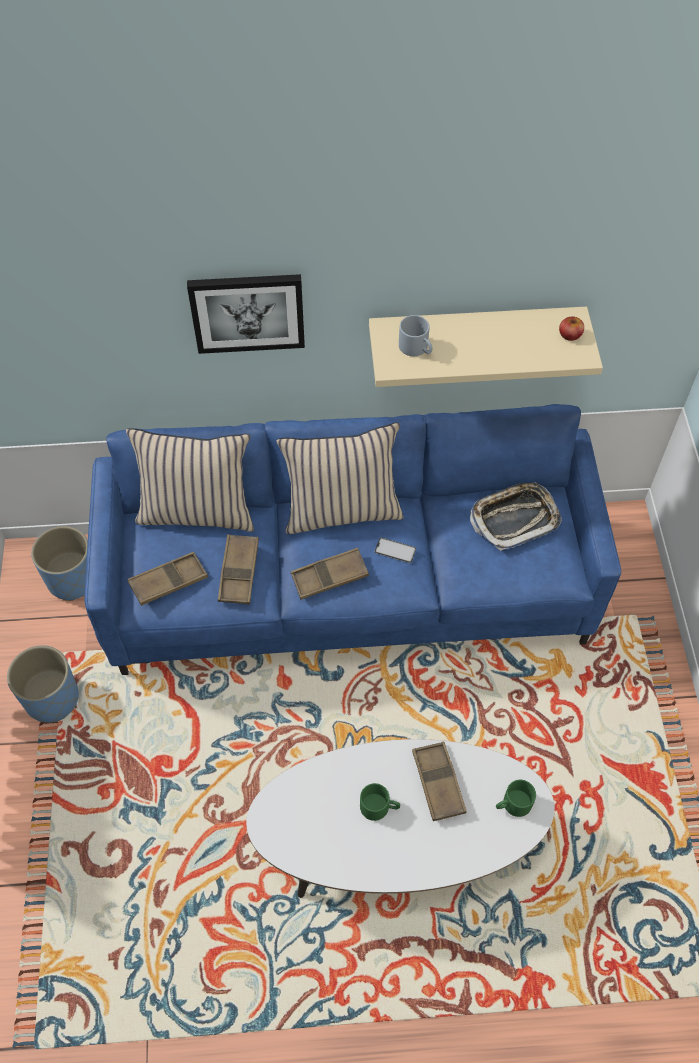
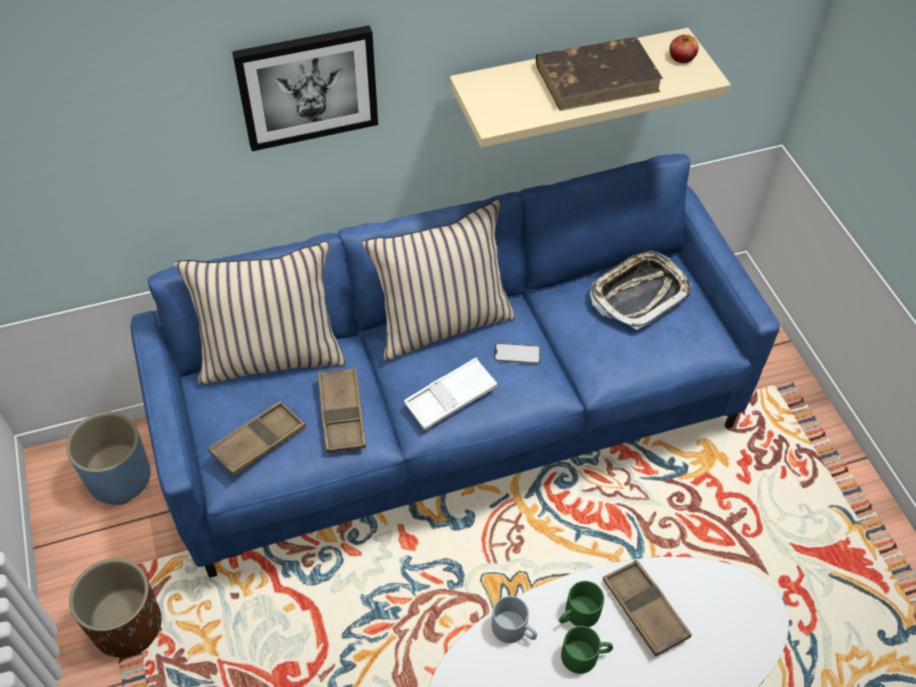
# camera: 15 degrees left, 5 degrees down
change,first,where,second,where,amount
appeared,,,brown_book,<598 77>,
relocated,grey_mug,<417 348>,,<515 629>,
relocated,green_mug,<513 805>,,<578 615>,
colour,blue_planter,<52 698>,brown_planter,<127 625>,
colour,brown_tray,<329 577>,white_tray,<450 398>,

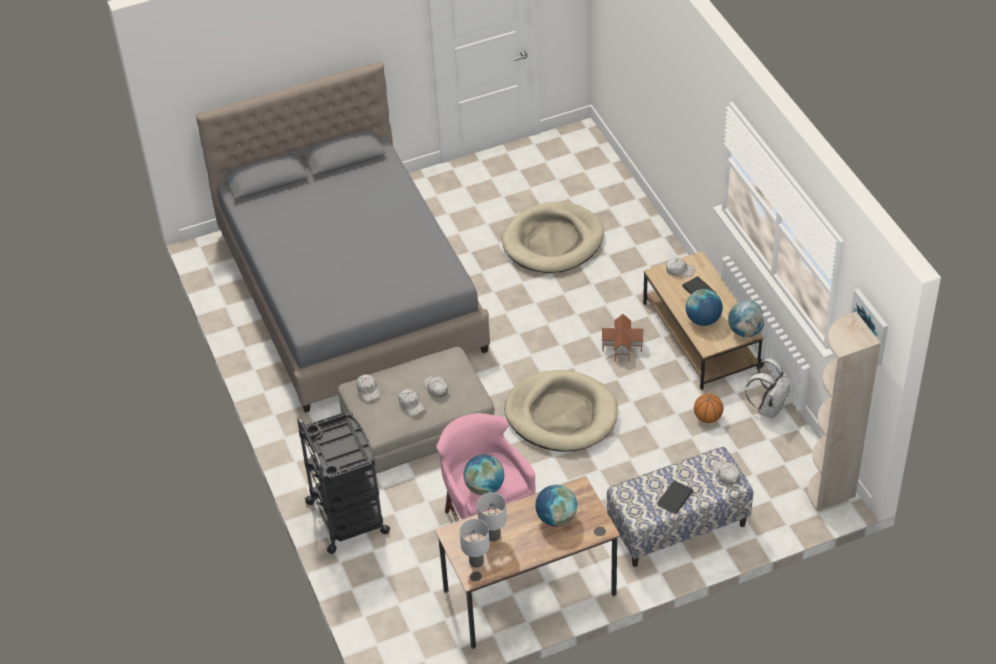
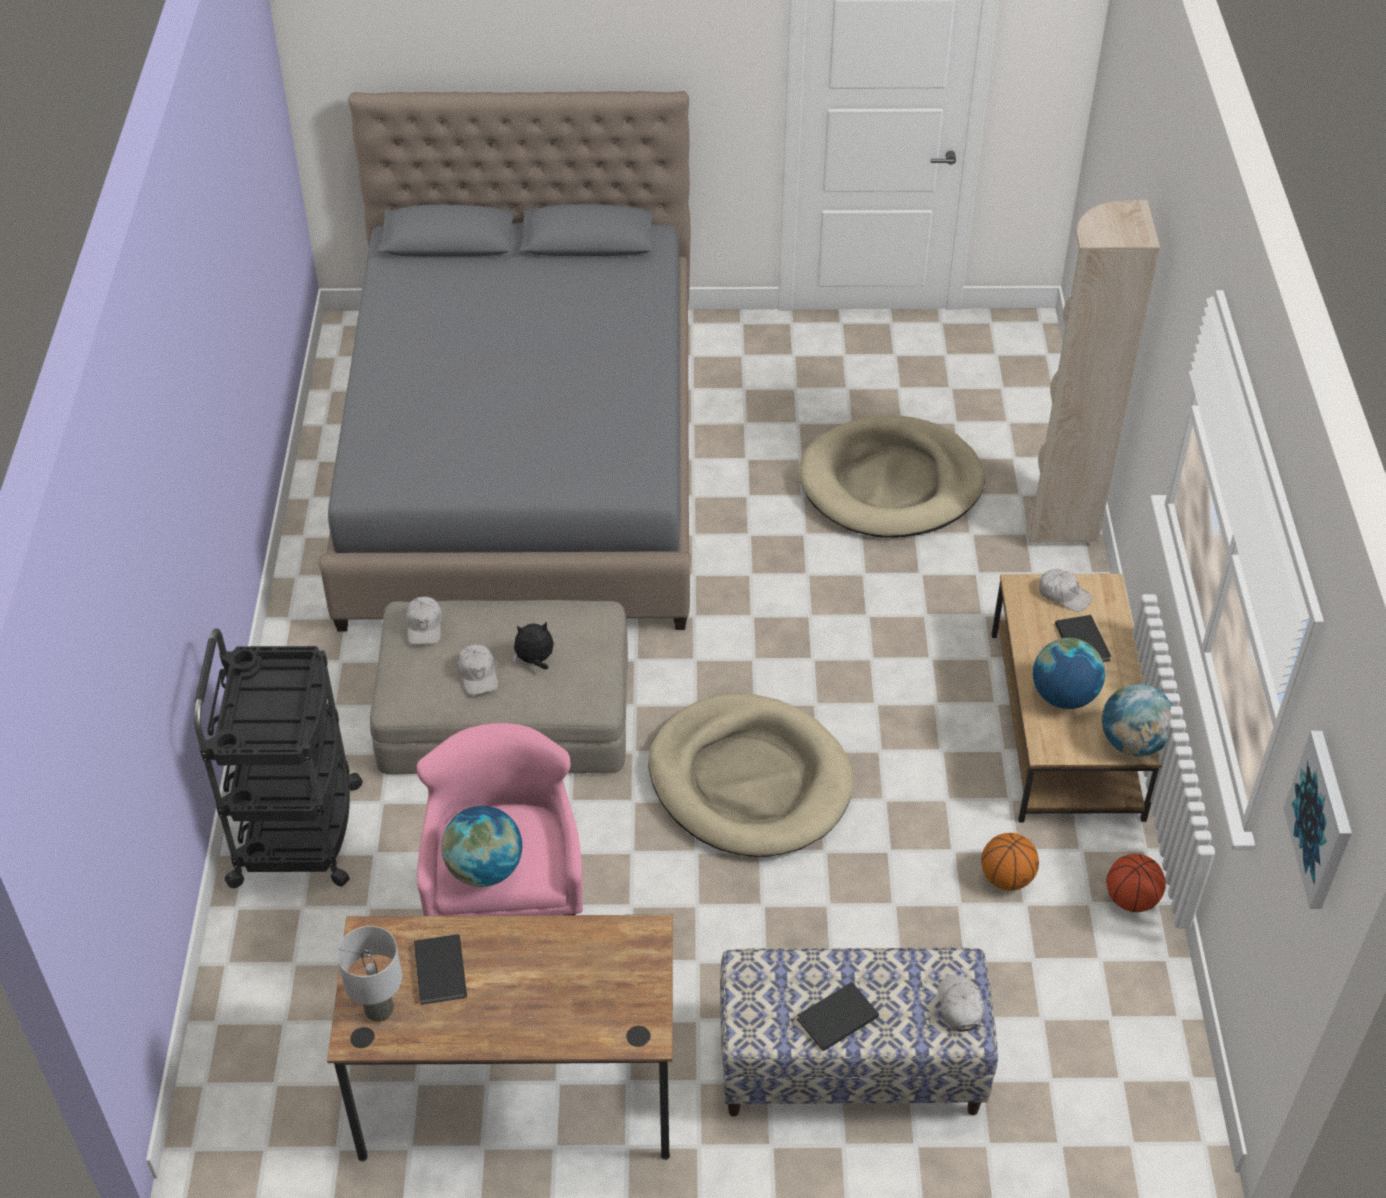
# camera: 20 degrees right, 0 degrees up
change,first,where,second,where,amount
missing,globe,<556 518>,,,
missing,toy_house,<622 347>,,,
relocated,beige_bookcase,<827 493>,,<1060 526>,
exchanged,white_cap,<436 388>,plush_toy,<535 660>,
exchanged,white_table_lamp,<493 537>,black_book,<438 972>,
exchanged,white_backpack,<769 407>,basketball,<1131 900>,

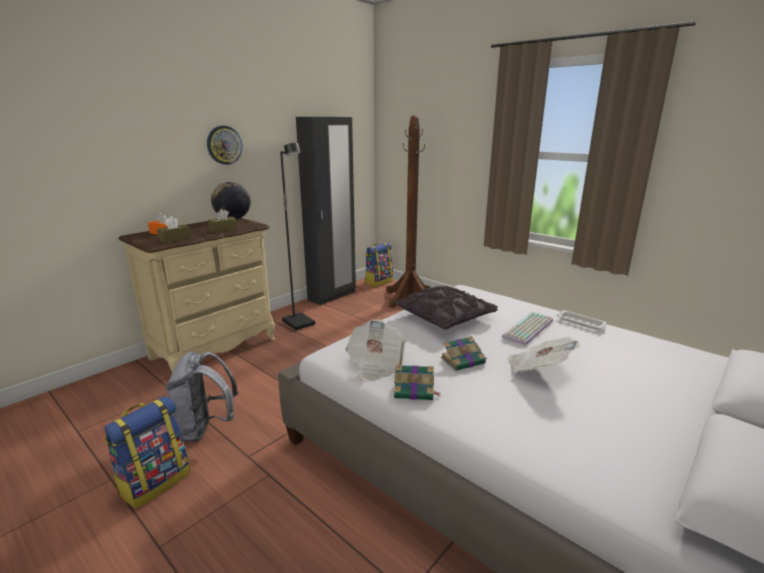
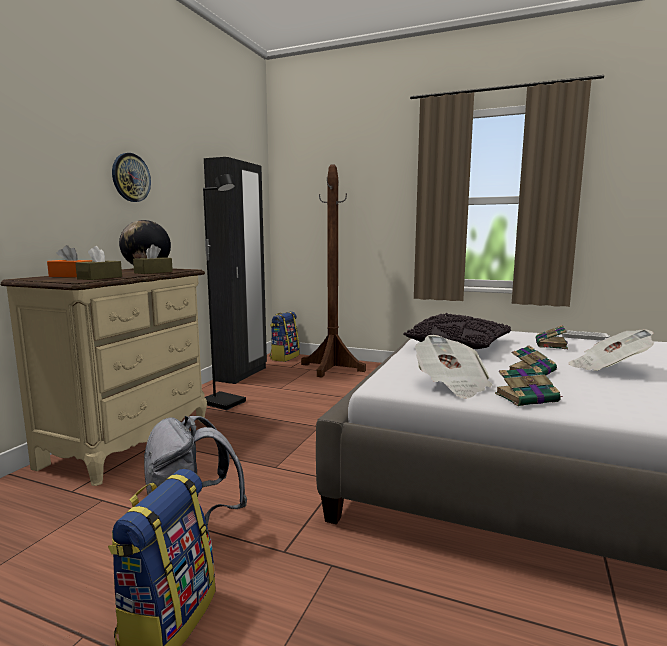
# camera: 20 degrees left, 10 degrees down
change,first,where,second,where,amount
exchanged,keyboard,<529 329>,book,<551 345>,

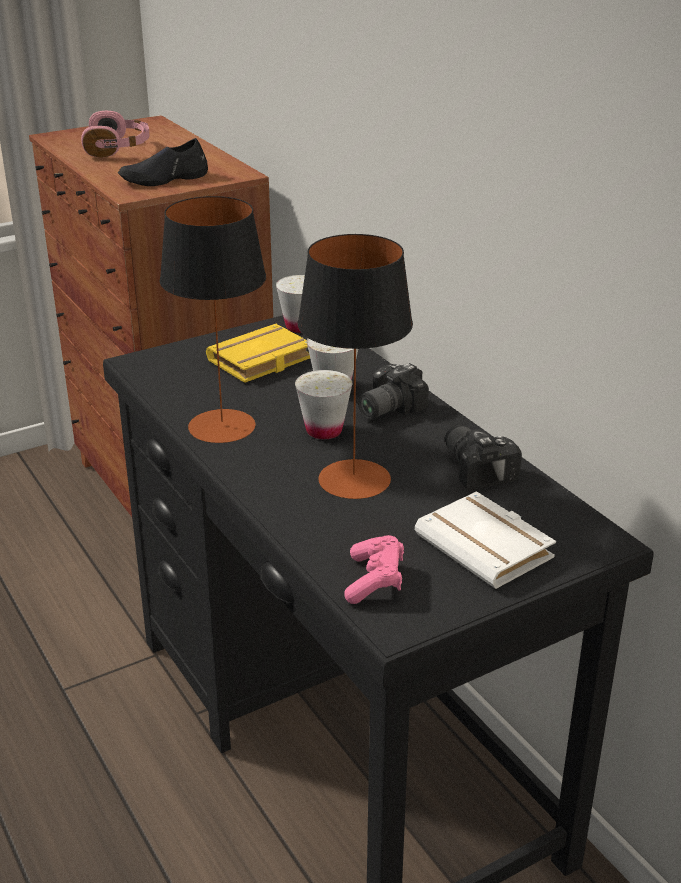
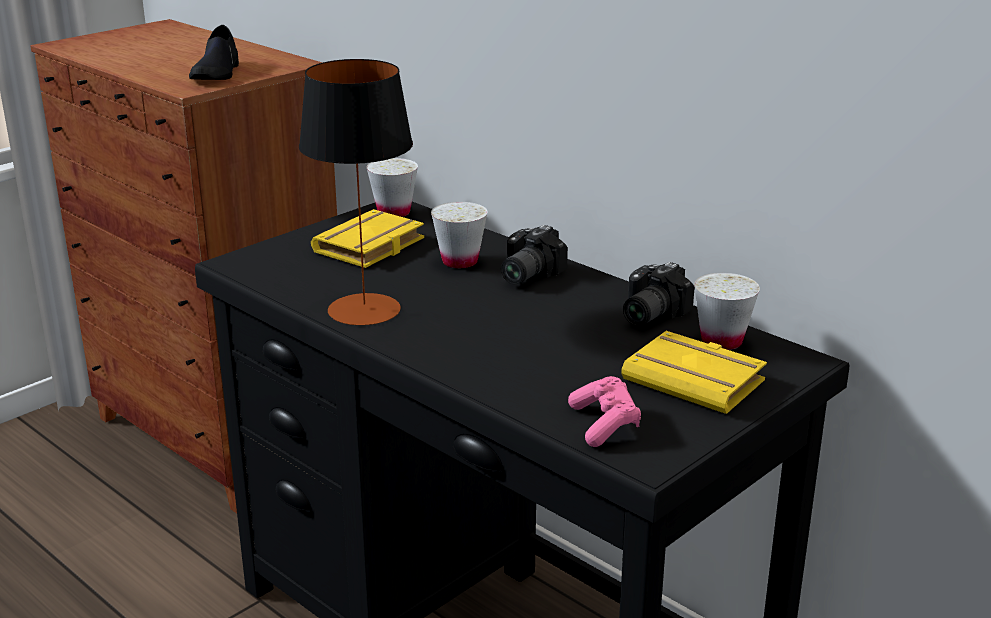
# camera: 15 degrees left, 5 degrees down
change,first,where,second,where,amount
missing,pink_headphones,<118 148>,,,
missing,table_lamp,<354 479>,,,
relocated,white_cup,<324 431>,,<721 341>,
colour,white_book,<488 547>,yellow_book,<697 380>,
spun,black_shoe,<164 179>,,<216 73>,45 degrees counterclockwise
spun,photo_camera,<479 467>,,<647 314>,105 degrees counterclockwise

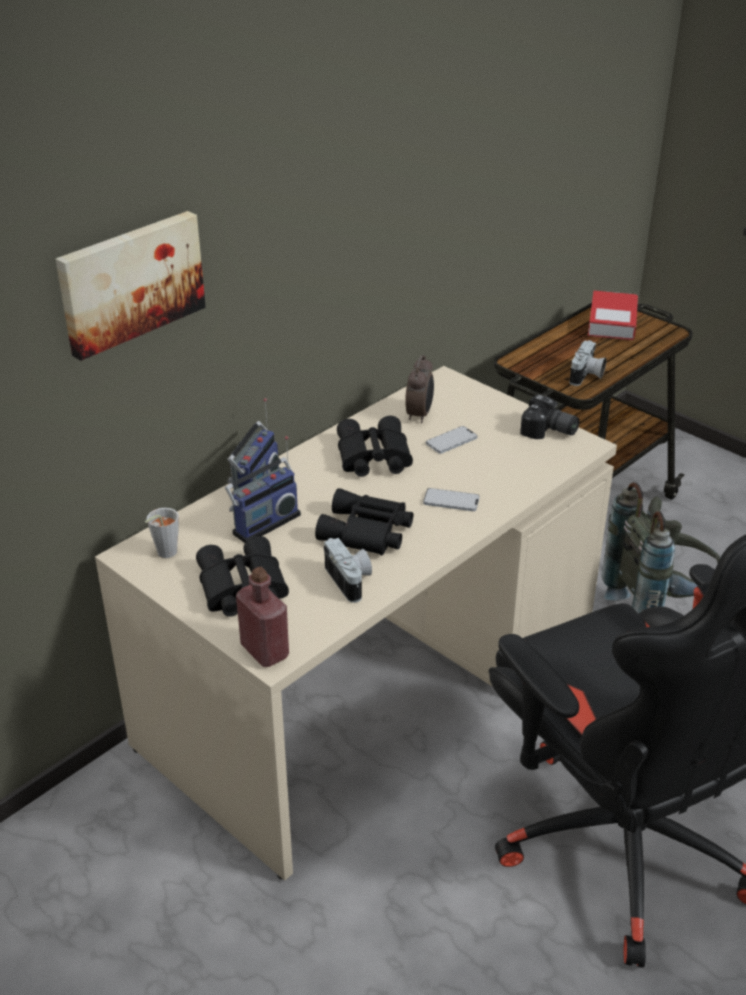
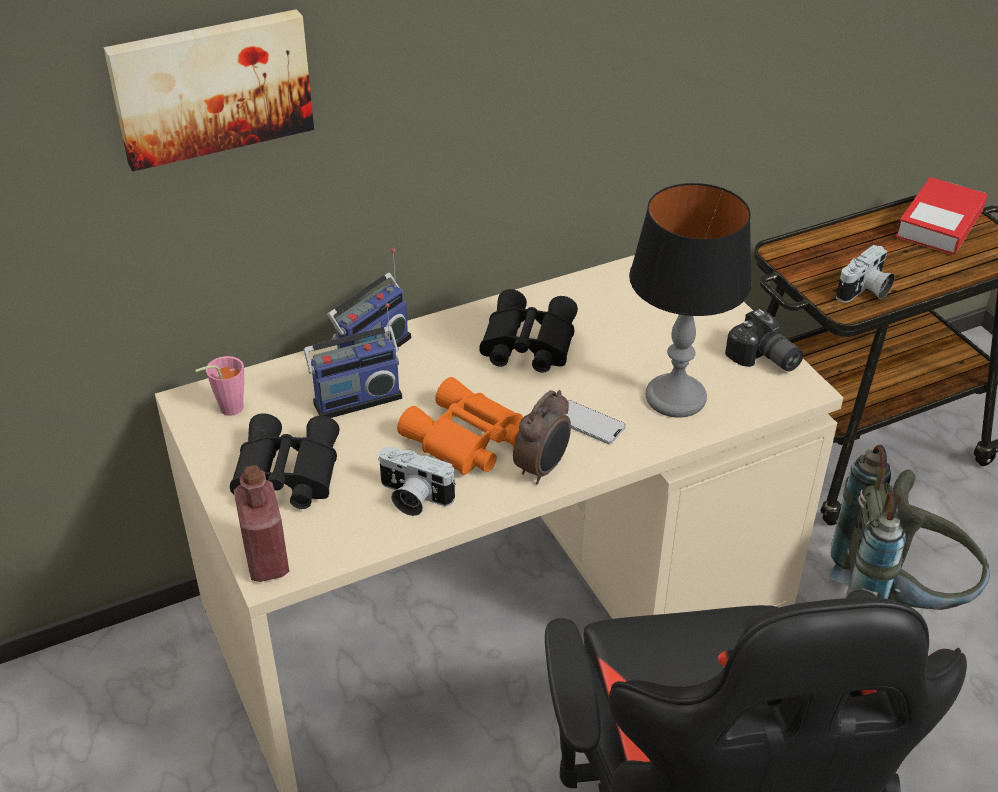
# camera: 20 degrees right, 5 degrees up
change,first,where,second,where,amount
missing,phone,<451 441>,,,
appeared,,,table_lamp,<675 398>,
relocated,alarm_clock,<420 415>,,<542 469>,
colour,grey_cup,<163 554>,pink_cup,<226 409>,
colour,black_binoculars,<366 533>,orange_binoculars,<465 441>,
spun,photo_camera,<351 581>,,<412 498>,120 degrees clockwise

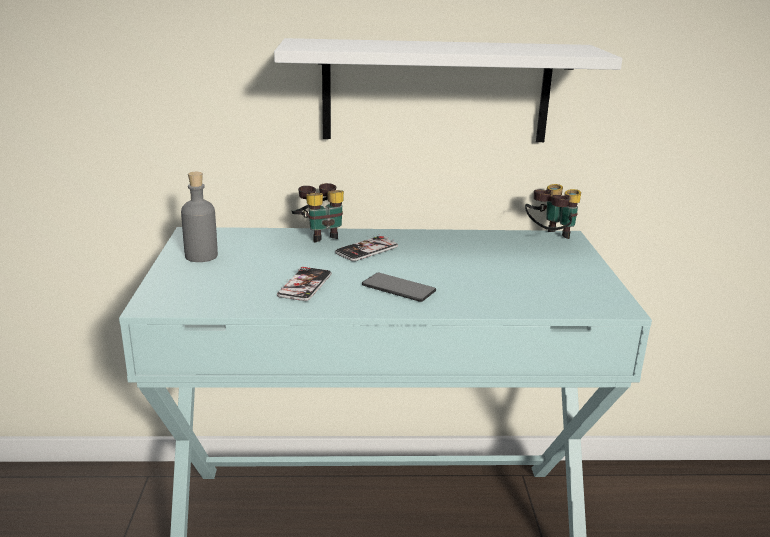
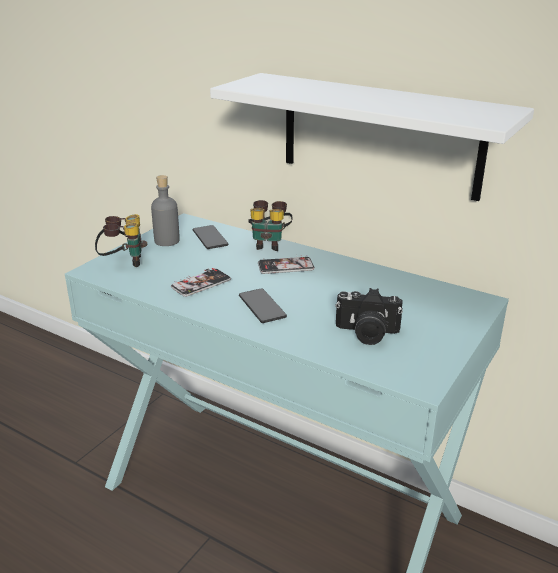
# camera: 35 degrees right, 5 degrees up
change,first,where,second,where,amount
appeared,,,phone,<210 238>,
appeared,,,photo_camera,<366 333>,
relocated,binoculars,<549 238>,,<123 262>,

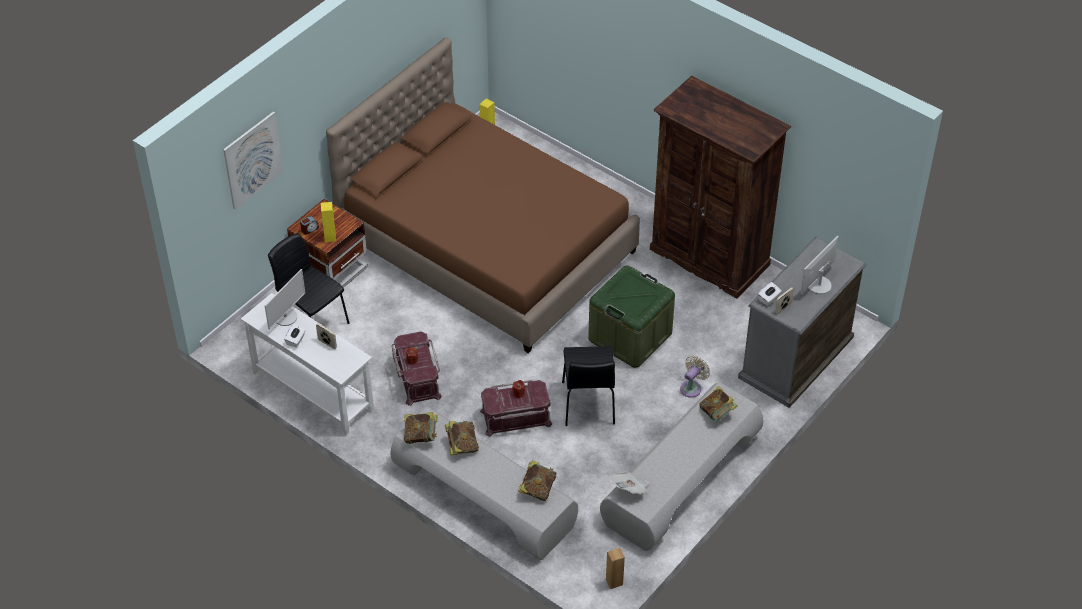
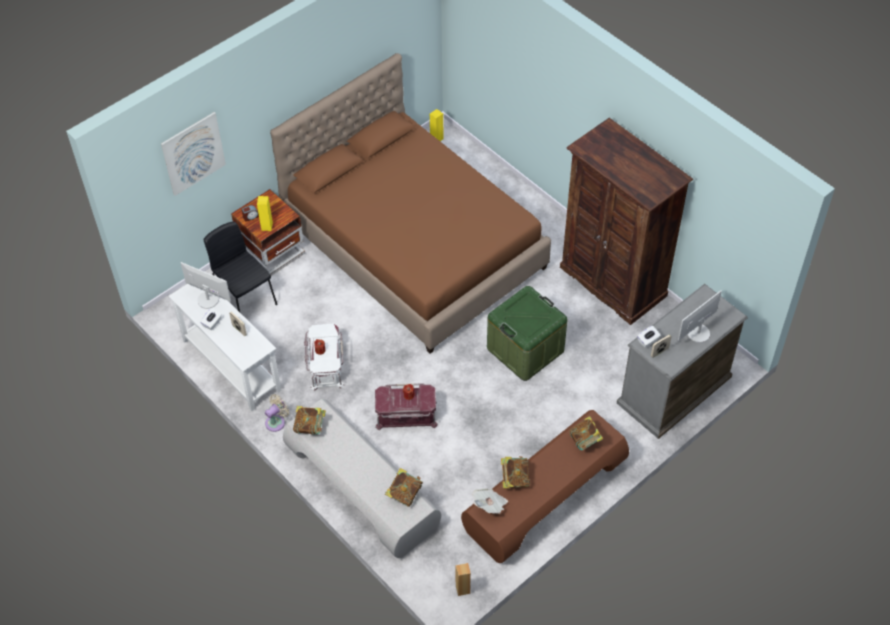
# camera: 10 degrees right, 5 degrees up
change,first,where,second,where,amount
missing,black_chair,<588 405>,,,
relocated,book,<462 446>,,<514 479>,
relocated,beige_fan,<692 387>,,<277 422>,
colour,red_storage_box,<416 377>,white_storage_box,<325 364>,
colour,grey_bench,<682 479>,brown_bench,<545 495>,
spun,monitor,<285 317>,,<208 299>,105 degrees counterclockwise

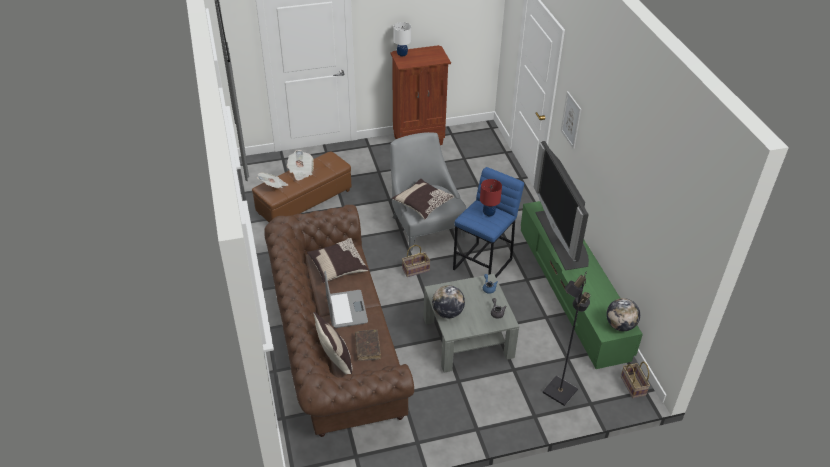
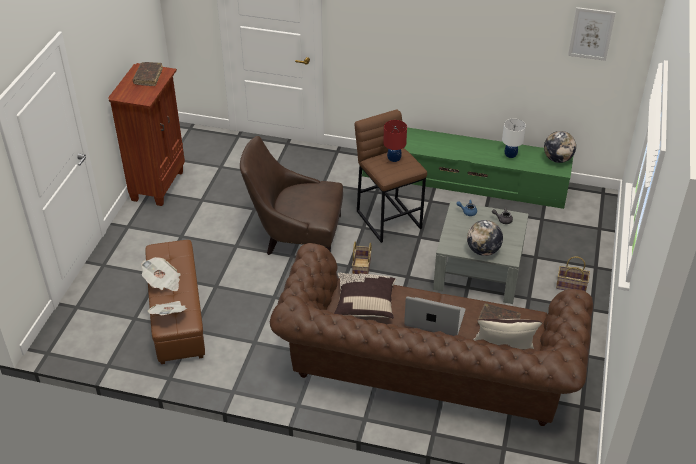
# camera: 60 degrees left, 0 degrees up
change,first,where,second,where,amount
missing,pillow,<423 204>,,,
missing,television,<562 238>,,,
missing,black_floor_lamp,<560 391>,,,
appeared,,,brown_book,<148 77>,
relocated,white_table_lamp,<402 55>,,<511 156>,
relocated,picture,<571 120>,,<591 33>,
relocated,basket,<632 385>,,<570 286>,
colour,grey_armchair,<425 222>,brown_armchair,<295 234>,
colour,blue_stool,<483 263>,brown_stool,<388 219>,

